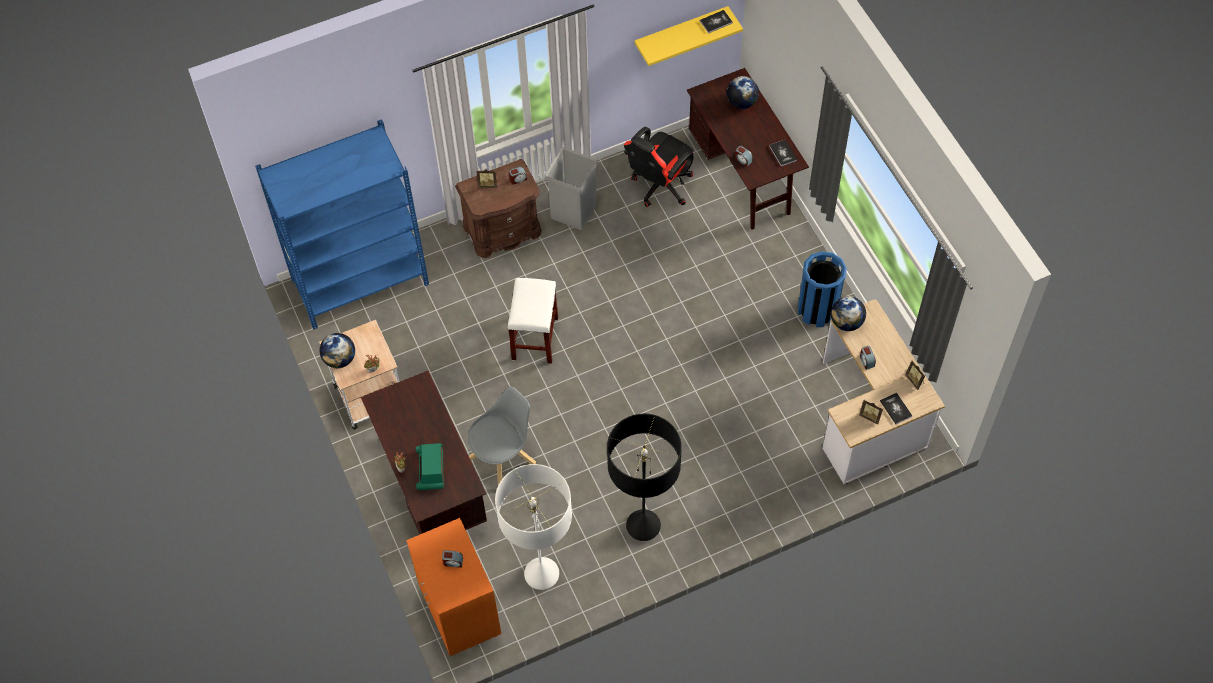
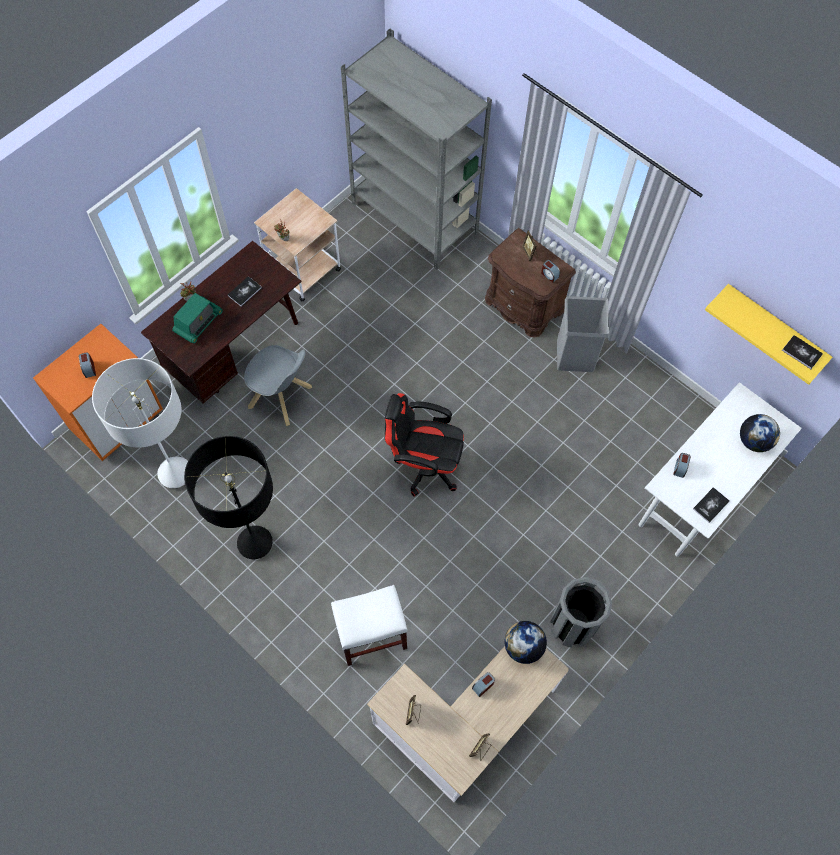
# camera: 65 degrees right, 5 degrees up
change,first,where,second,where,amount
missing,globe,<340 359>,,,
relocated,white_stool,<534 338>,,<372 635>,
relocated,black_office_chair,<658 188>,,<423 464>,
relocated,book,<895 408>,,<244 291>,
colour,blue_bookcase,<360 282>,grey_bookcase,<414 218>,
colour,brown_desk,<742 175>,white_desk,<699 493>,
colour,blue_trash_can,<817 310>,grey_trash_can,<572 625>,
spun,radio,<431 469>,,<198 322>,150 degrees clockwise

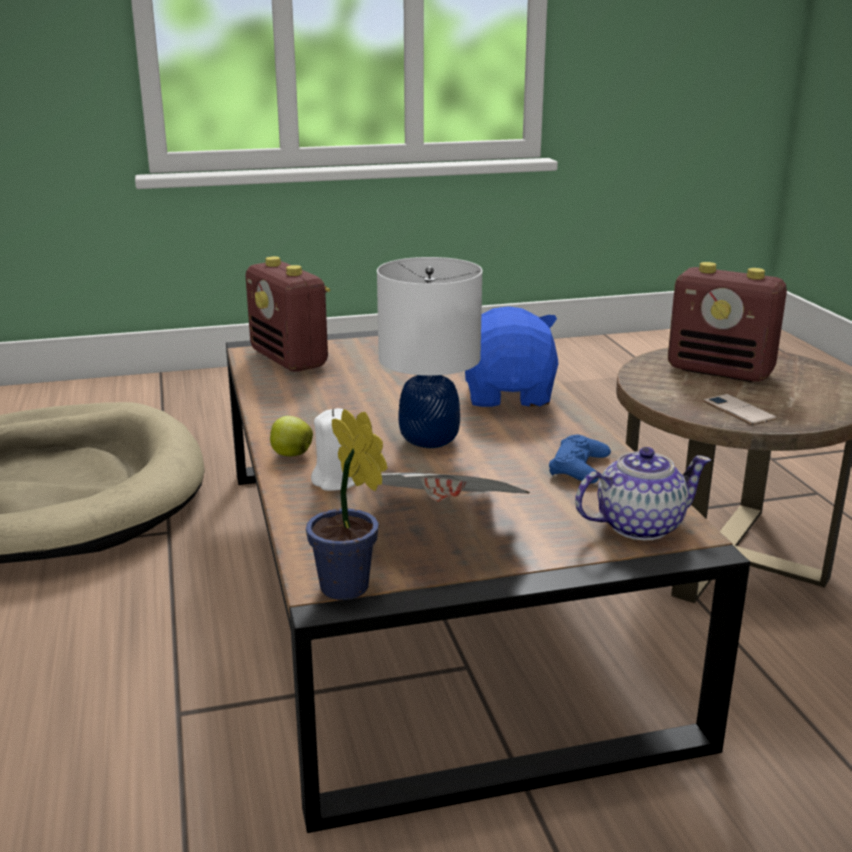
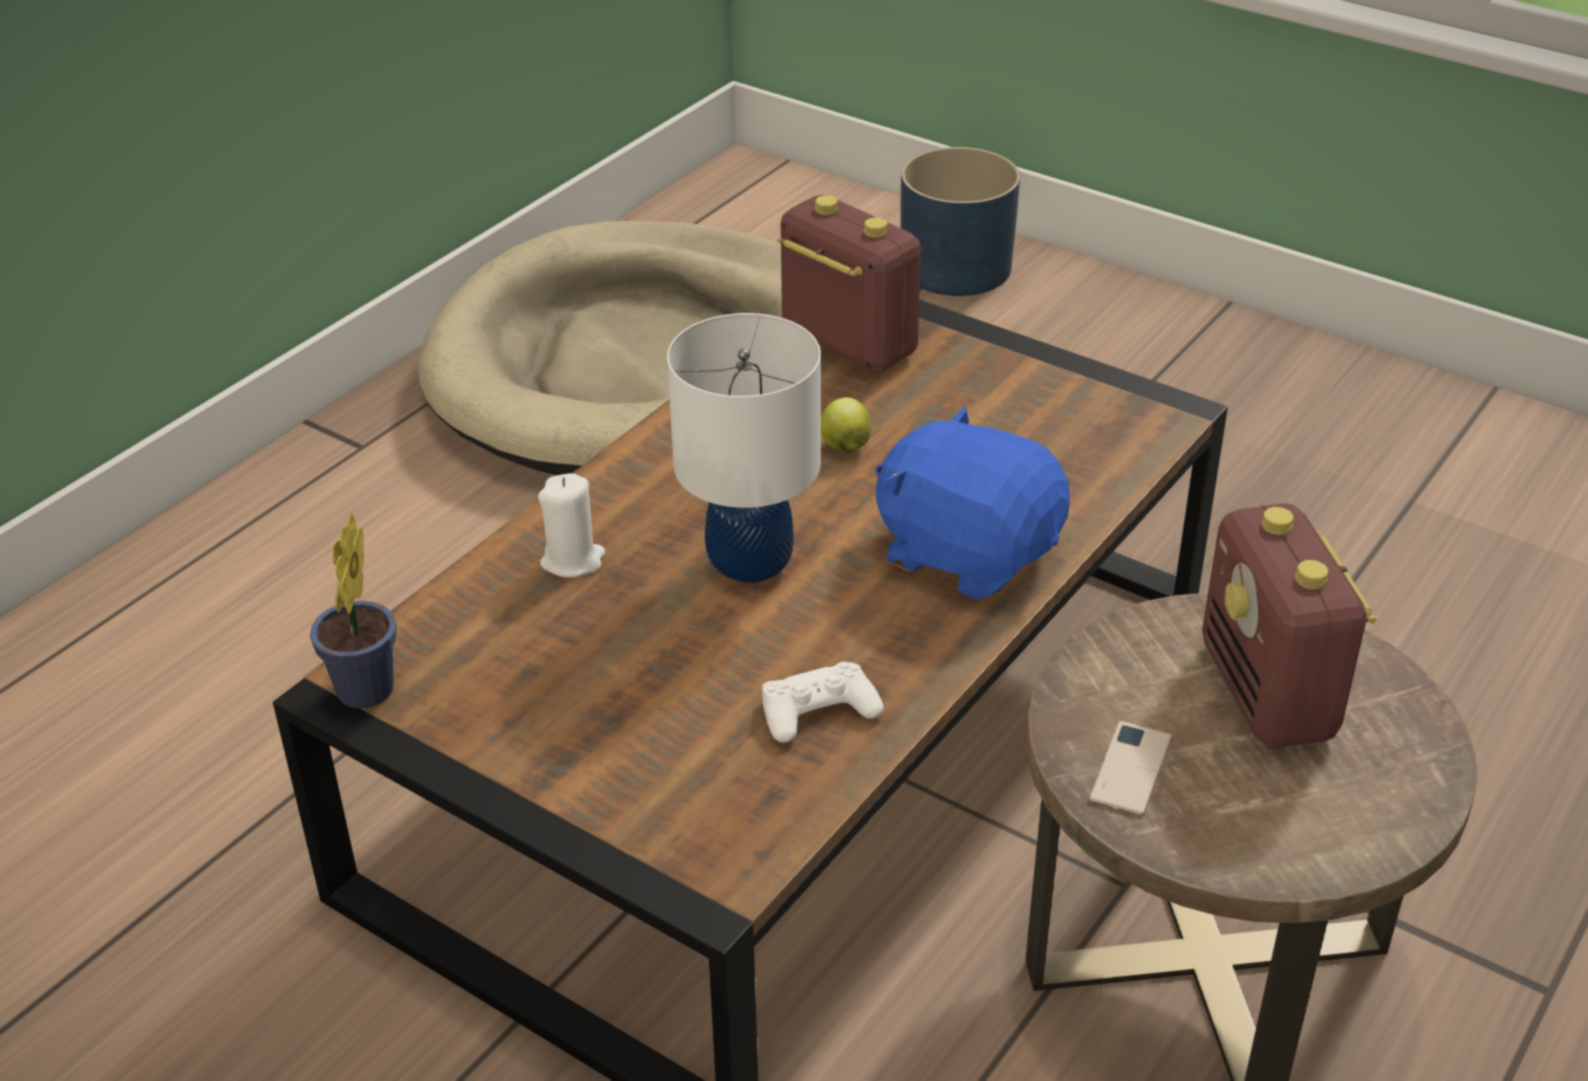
# camera: 50 degrees right, 15 degrees up
change,first,where,second,where,amount
missing,newspaper,<441 528>,,,
missing,teapot,<638 525>,,,
appeared,,,blue_planter,<957 268>,
relocated,apple,<290 454>,,<845 445>,
colour,blue_game_controller,<579 467>,white_game_controller,<818 711>,
spun,radio,<290 360>,,<847 343>,120 degrees clockwise
spun,blue_plush_toy,<509 395>,,<967 553>,105 degrees counterclockwise

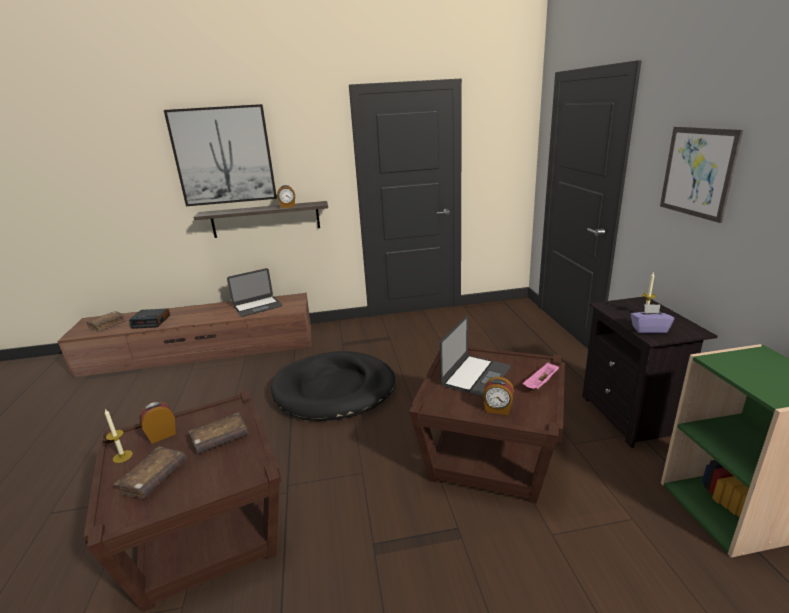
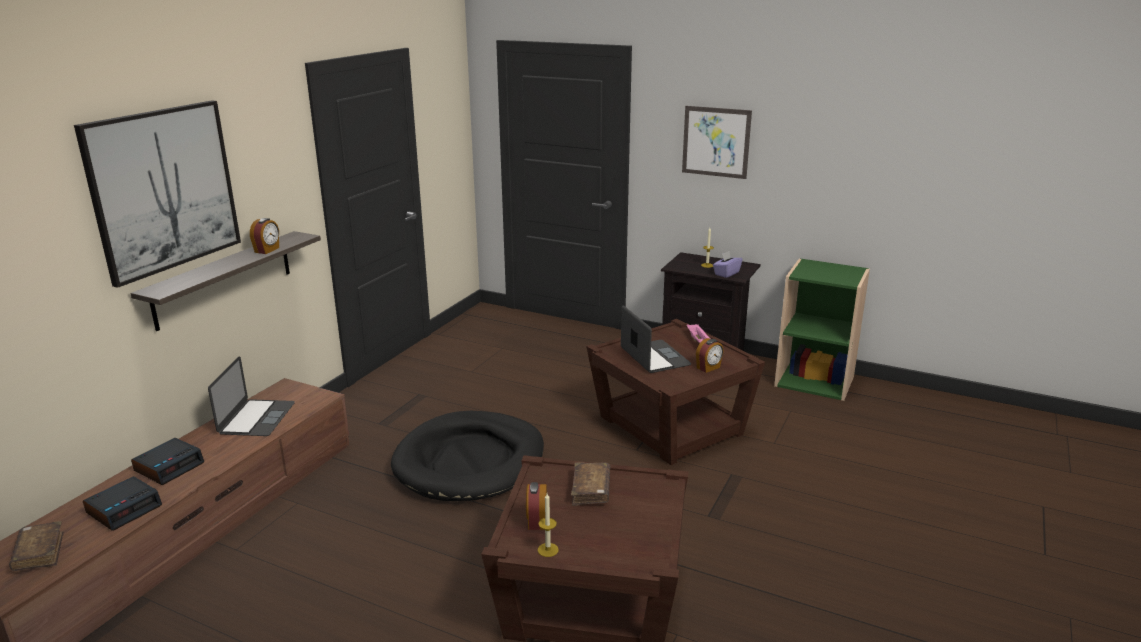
# camera: 55 degrees left, 0 degrees up
change,first,where,second,where,amount
missing,brown_book,<154 478>,,,
appeared,,,alarm_clock,<169 467>,

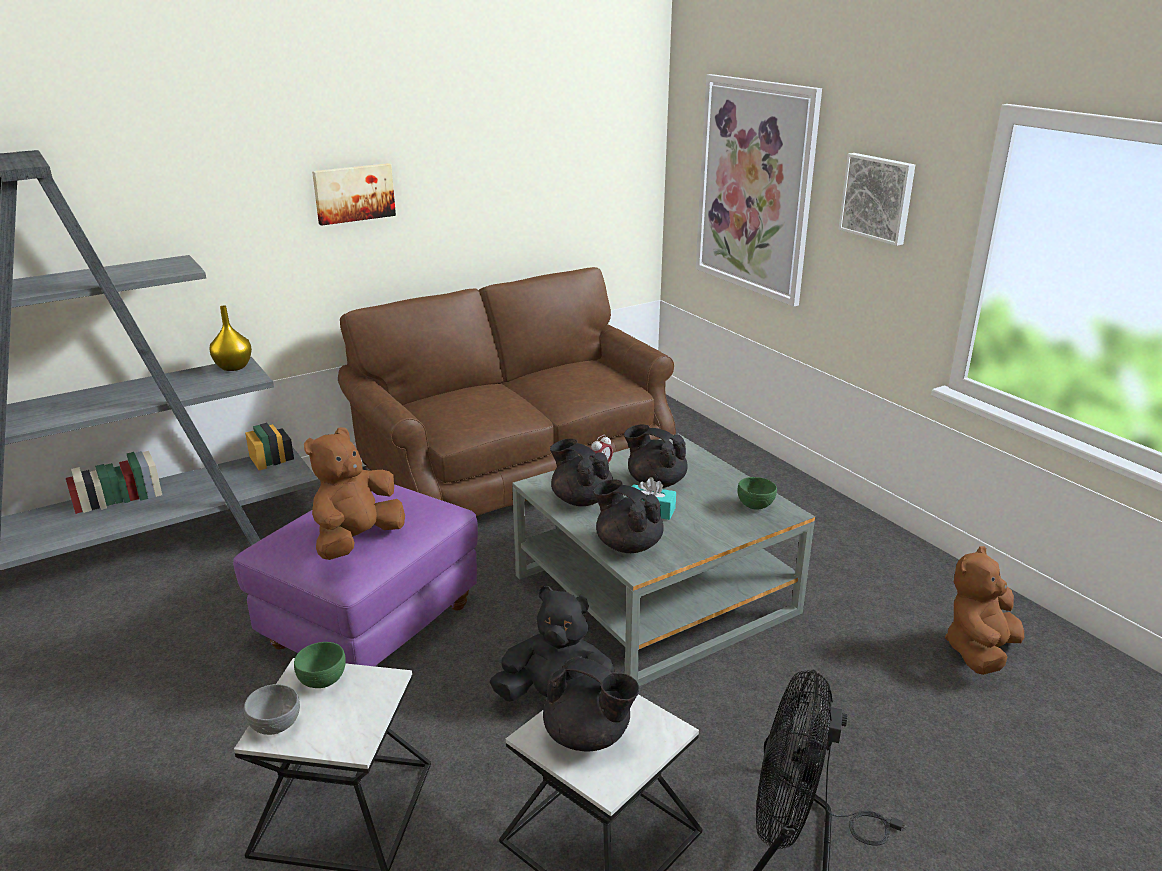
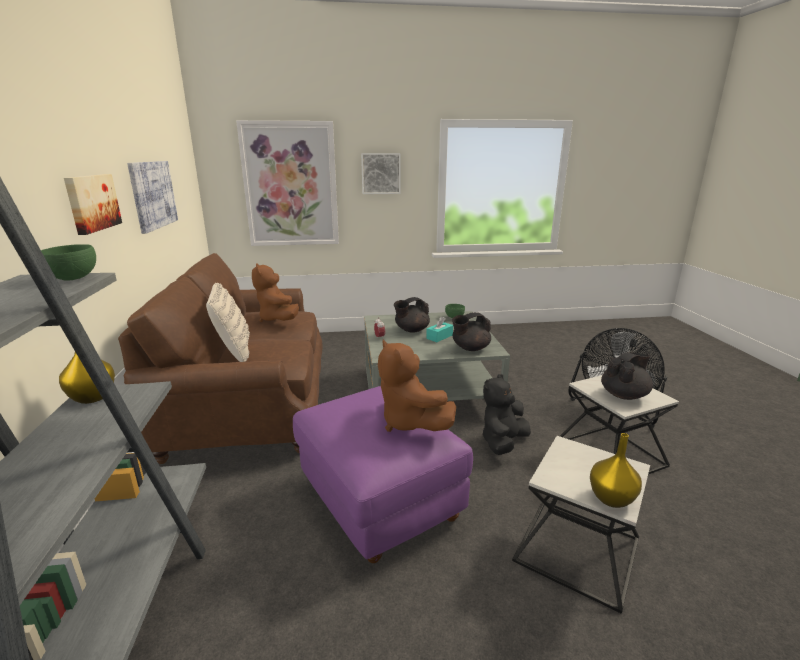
# camera: 65 degrees left, 5 degrees down
change,first,where,second,where,amount
missing,black_teapot,<581 499>,,,
appeared,,,picture,<153 194>,
appeared,,,beige_pillow,<234 351>,
relocated,green_bowl,<323 681>,,<74 278>,
relocated,brown_plush_toy,<979 651>,,<277 319>,
exchanged,grey_bowl,<275 726>,yellow_vase,<610 499>,

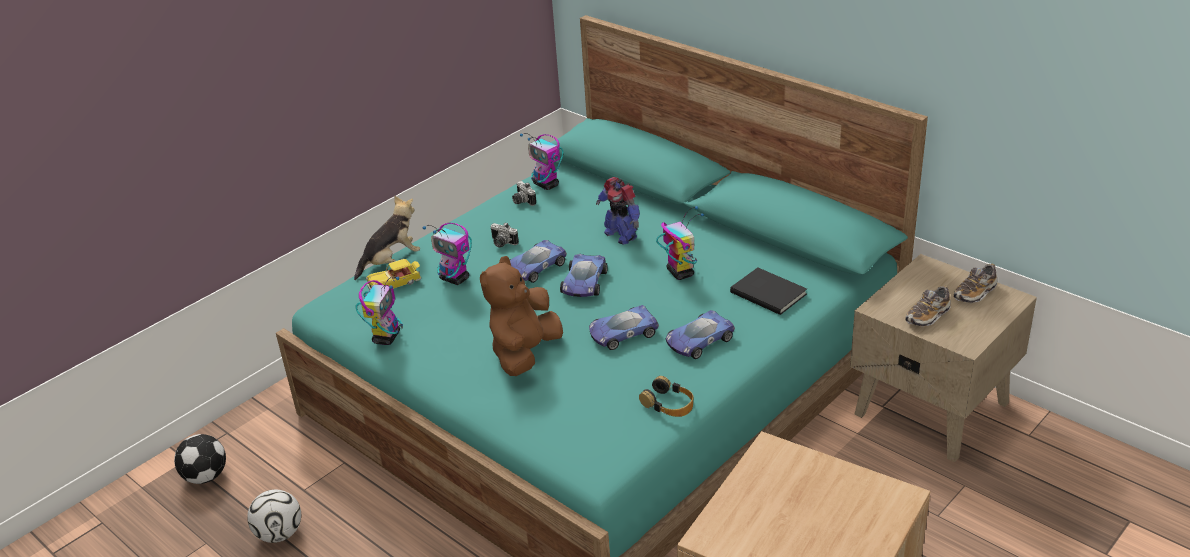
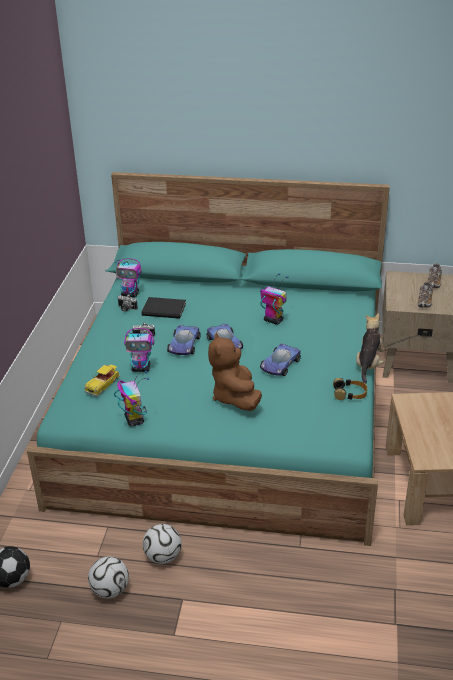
# camera: 35 degrees left, 0 degrees up
change,first,where,second,where,amount
missing,toy_robot,<621 235>,,,
missing,toy_car,<698 341>,,,
appeared,,,football,<163 556>,
relocated,plush_toy,<391 262>,,<368 364>,
relocated,black_book,<768 292>,,<163 308>,

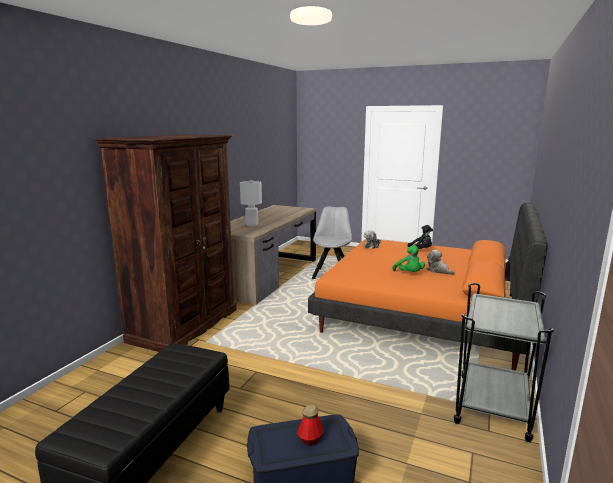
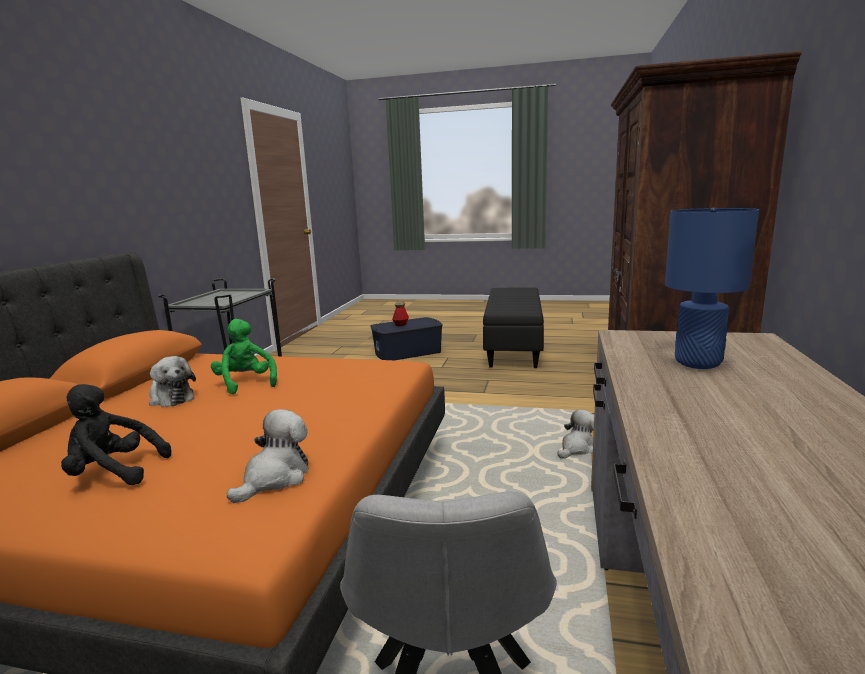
# camera: 170 degrees right, 0 degrees up
change,first,where,second,where,amount
appeared,,,plush_toy,<577 448>,
colour,white_table_lamp,<251 225>,blue_table_lamp,<698 365>,

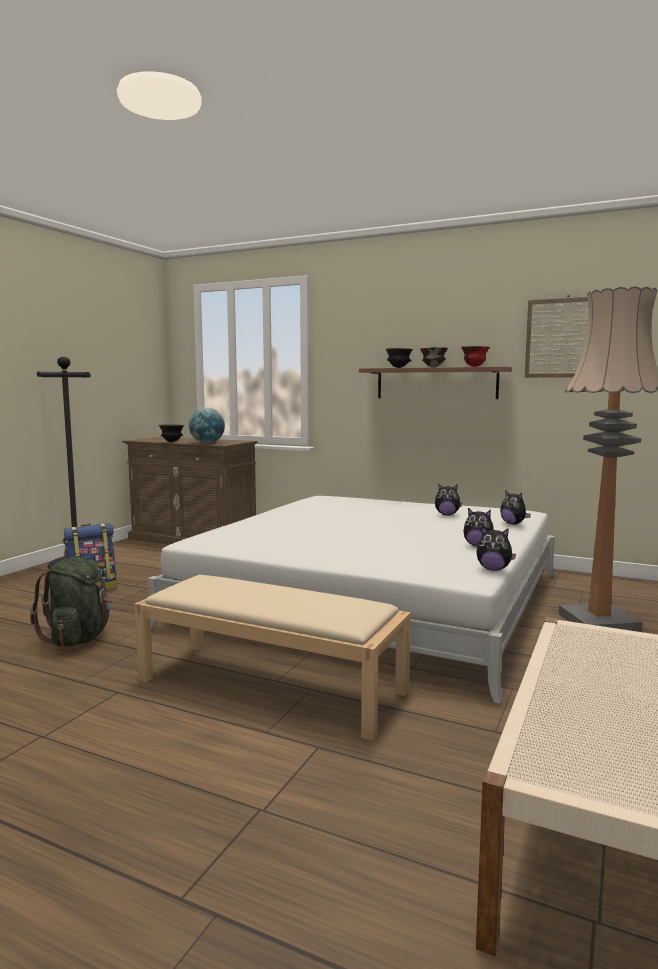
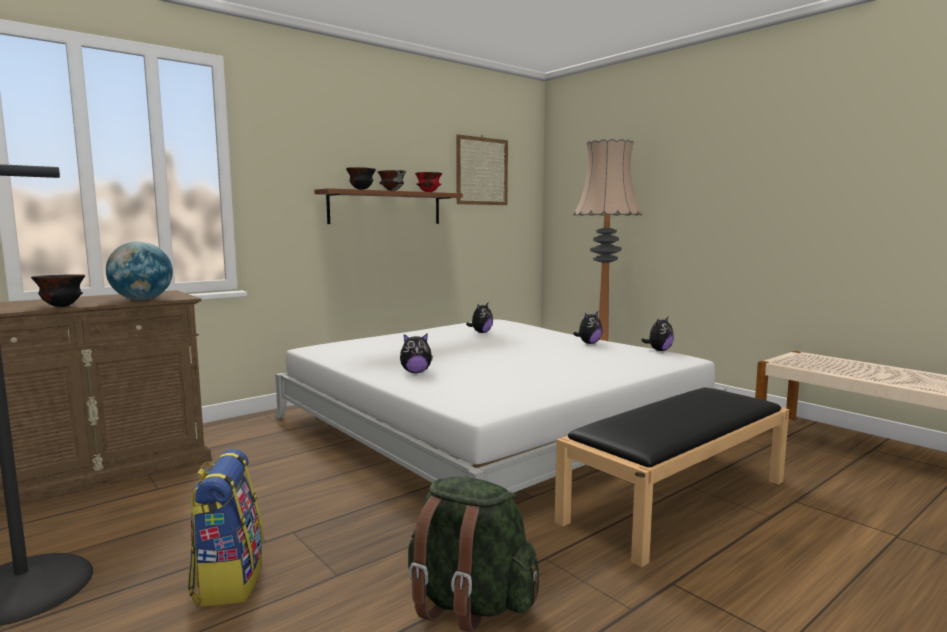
# camera: 65 degrees left, 0 degrees up
change,first,where,second,where,amount
relocated,plush_toy,<513 524>,,<416 372>,
colour,beige_bench,<273 685>,black_bench,<677 499>,

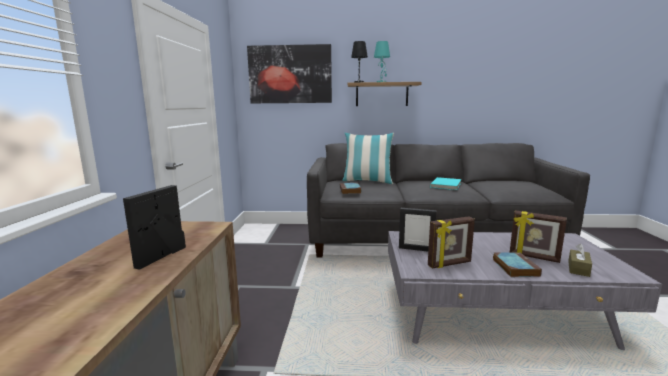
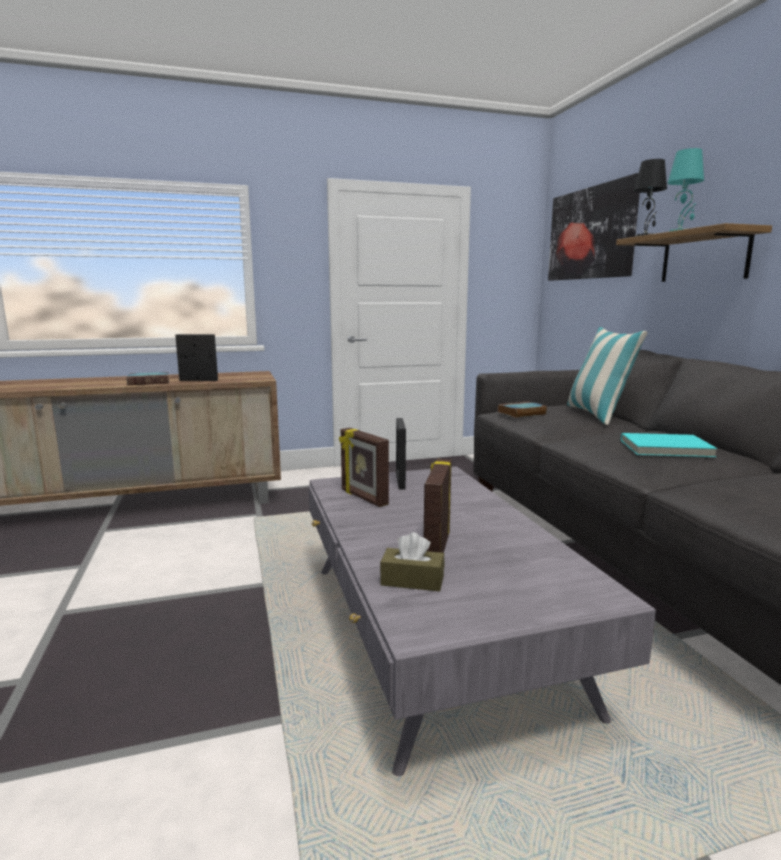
# camera: 70 degrees right, 0 degrees up
change,first,where,second,where,amount
relocated,book,<514 267>,,<150 382>,

